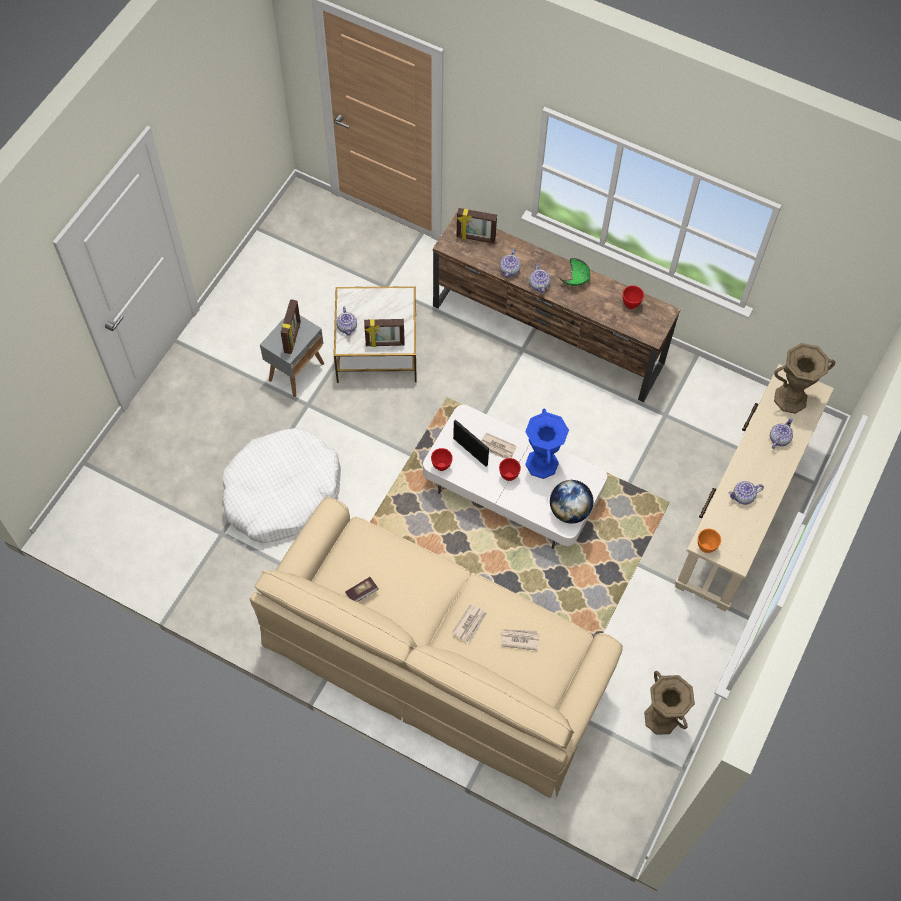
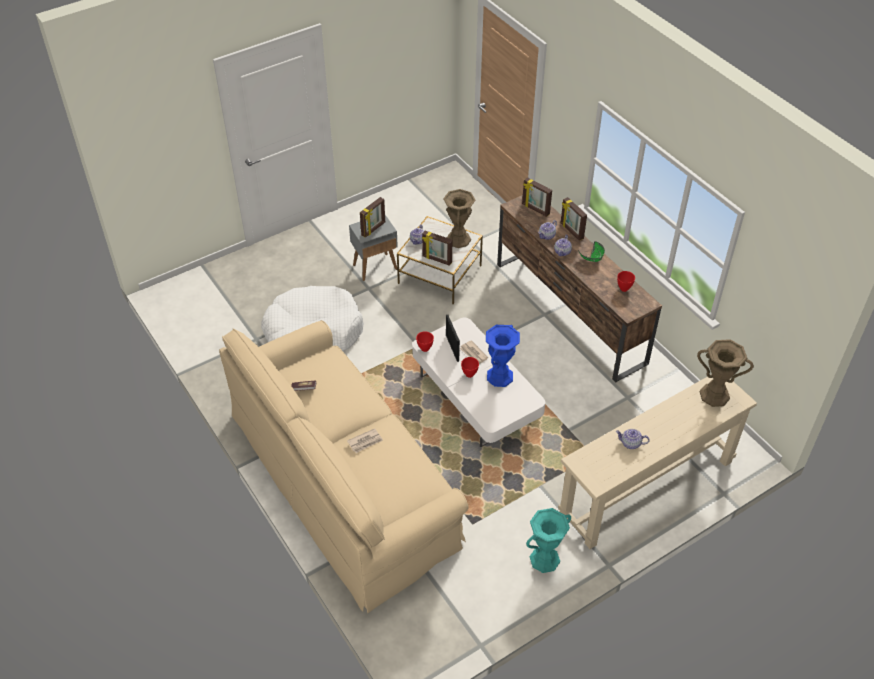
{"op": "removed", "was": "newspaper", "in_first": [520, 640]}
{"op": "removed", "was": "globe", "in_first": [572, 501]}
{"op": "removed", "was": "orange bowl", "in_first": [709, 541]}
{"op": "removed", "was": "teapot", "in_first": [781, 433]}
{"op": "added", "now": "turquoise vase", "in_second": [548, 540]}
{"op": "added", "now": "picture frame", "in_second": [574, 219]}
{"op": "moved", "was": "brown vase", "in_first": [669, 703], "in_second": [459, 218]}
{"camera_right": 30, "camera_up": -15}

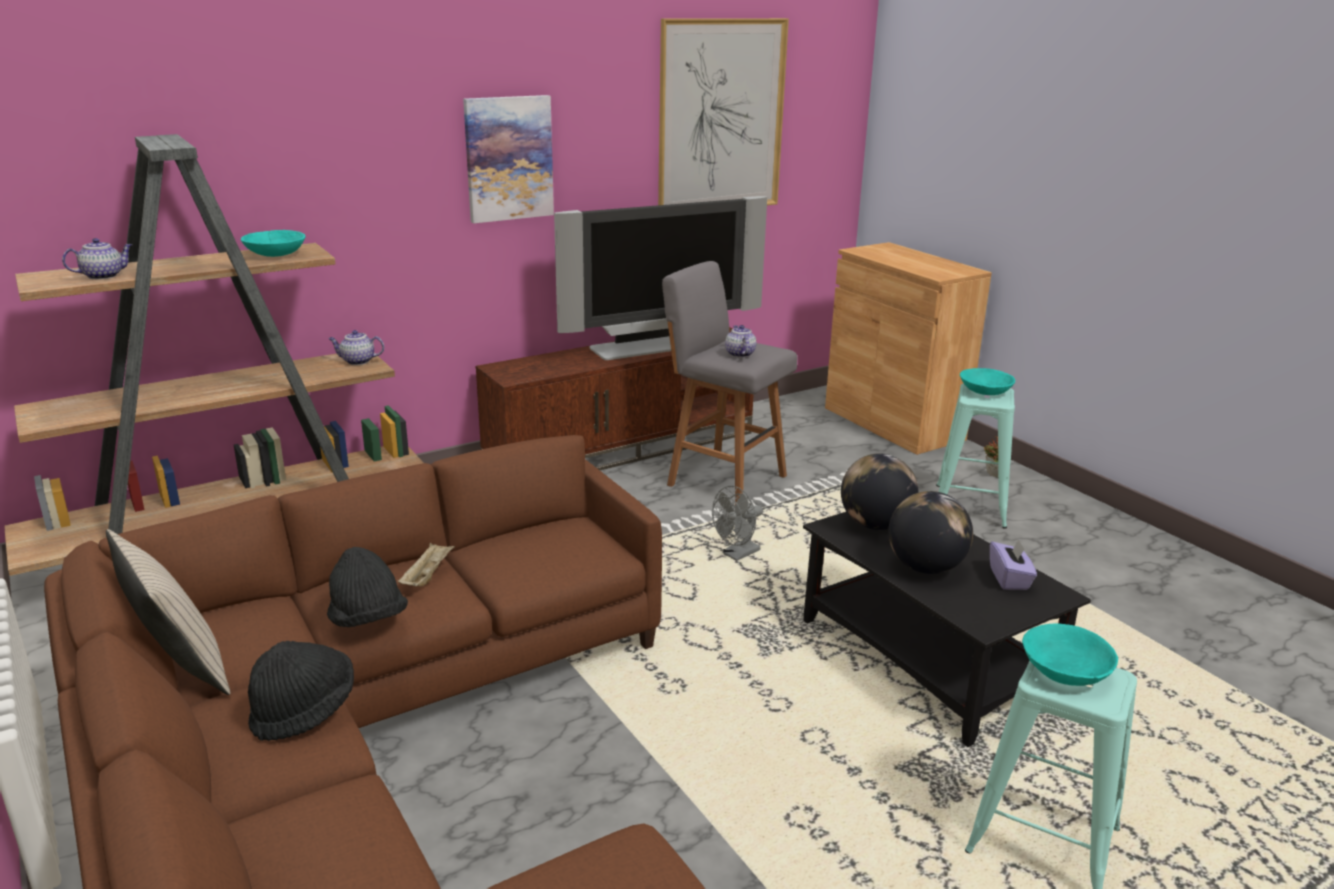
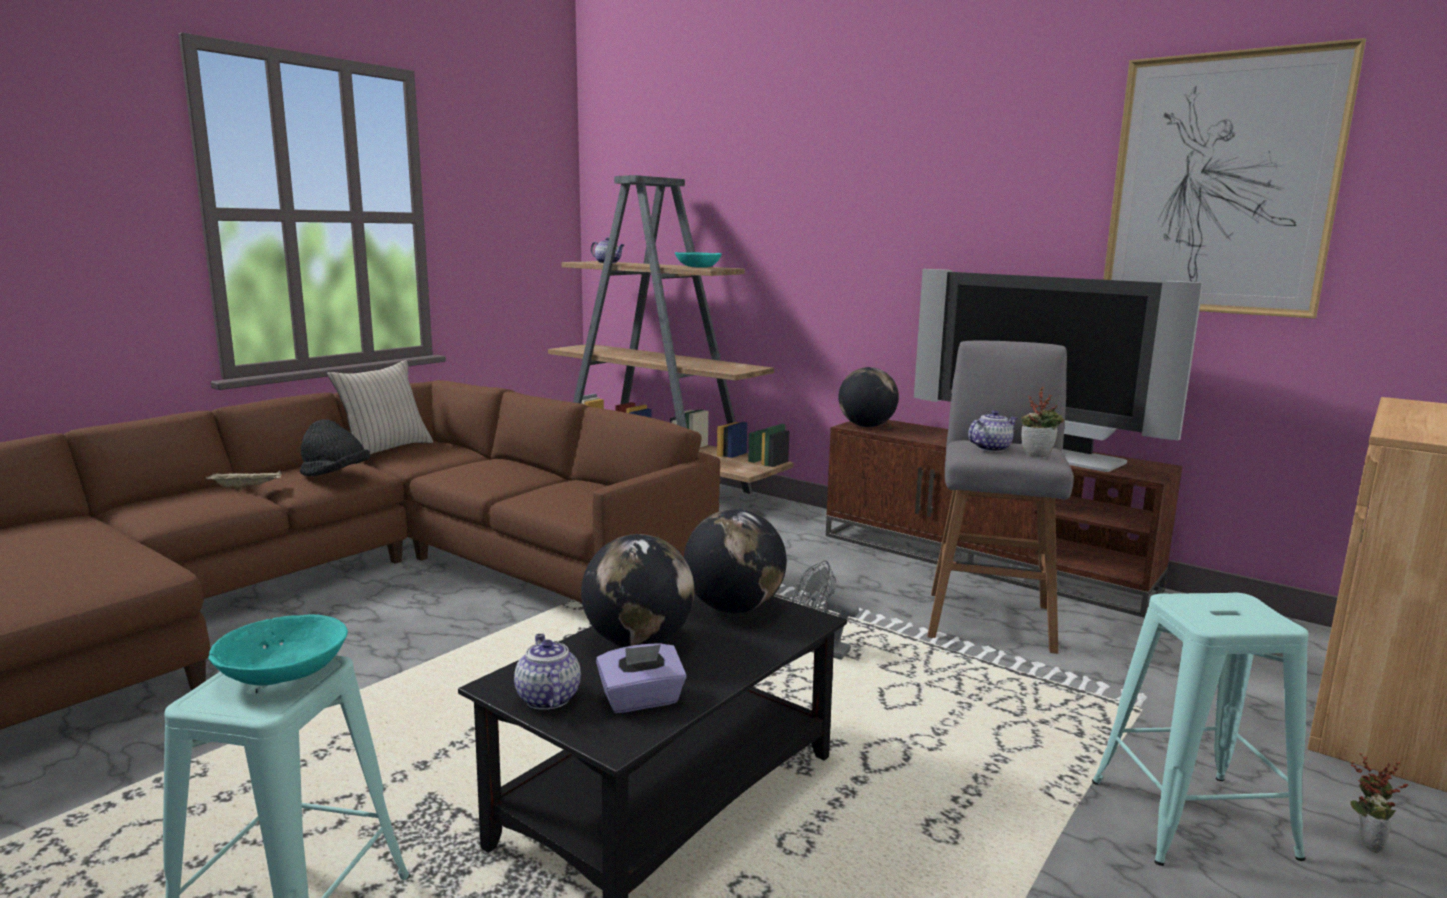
{"op": "removed", "was": "black hat", "in_first": [367, 587]}
{"op": "removed", "was": "picture", "in_first": [508, 159]}
{"op": "removed", "was": "turquoise bowl", "in_first": [987, 381]}
{"op": "added", "now": "globe", "in_second": [868, 397]}
{"op": "added", "now": "potted plant", "in_second": [1042, 422]}
{"op": "moved", "was": "teapot", "in_first": [356, 347], "in_second": [547, 672]}
{"op": "moved", "was": "beige tray", "in_first": [426, 564], "in_second": [244, 480]}
{"camera_right": 70, "camera_up": -10}

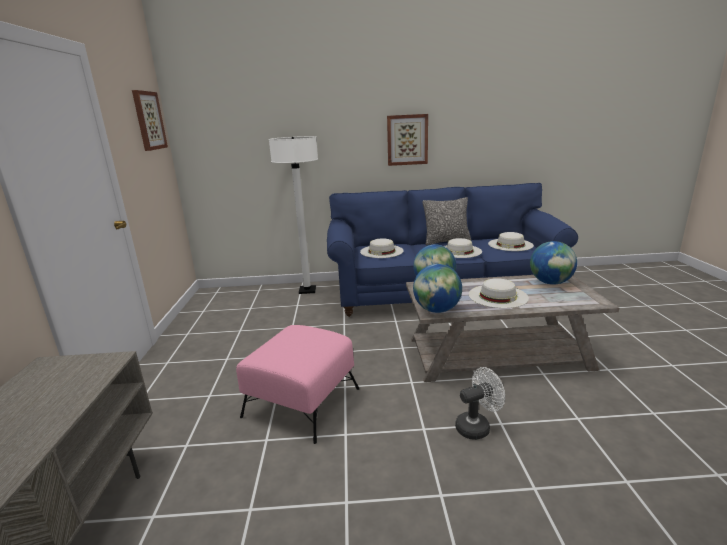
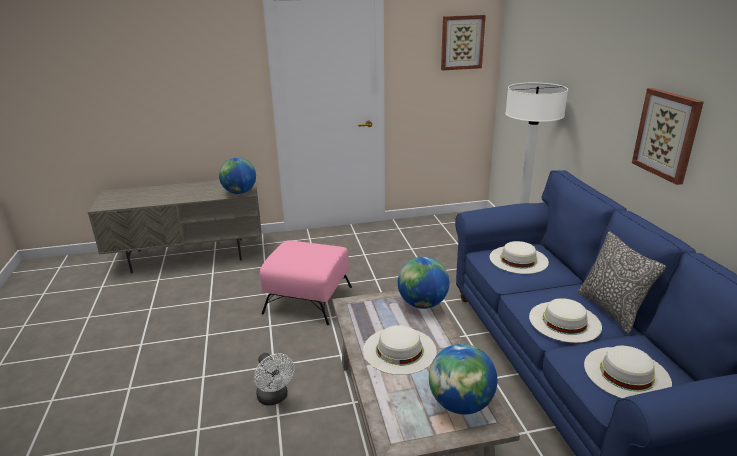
{"op": "moved", "was": "globe", "in_first": [437, 288], "in_second": [237, 176]}
{"camera_right": 80, "camera_up": 5}

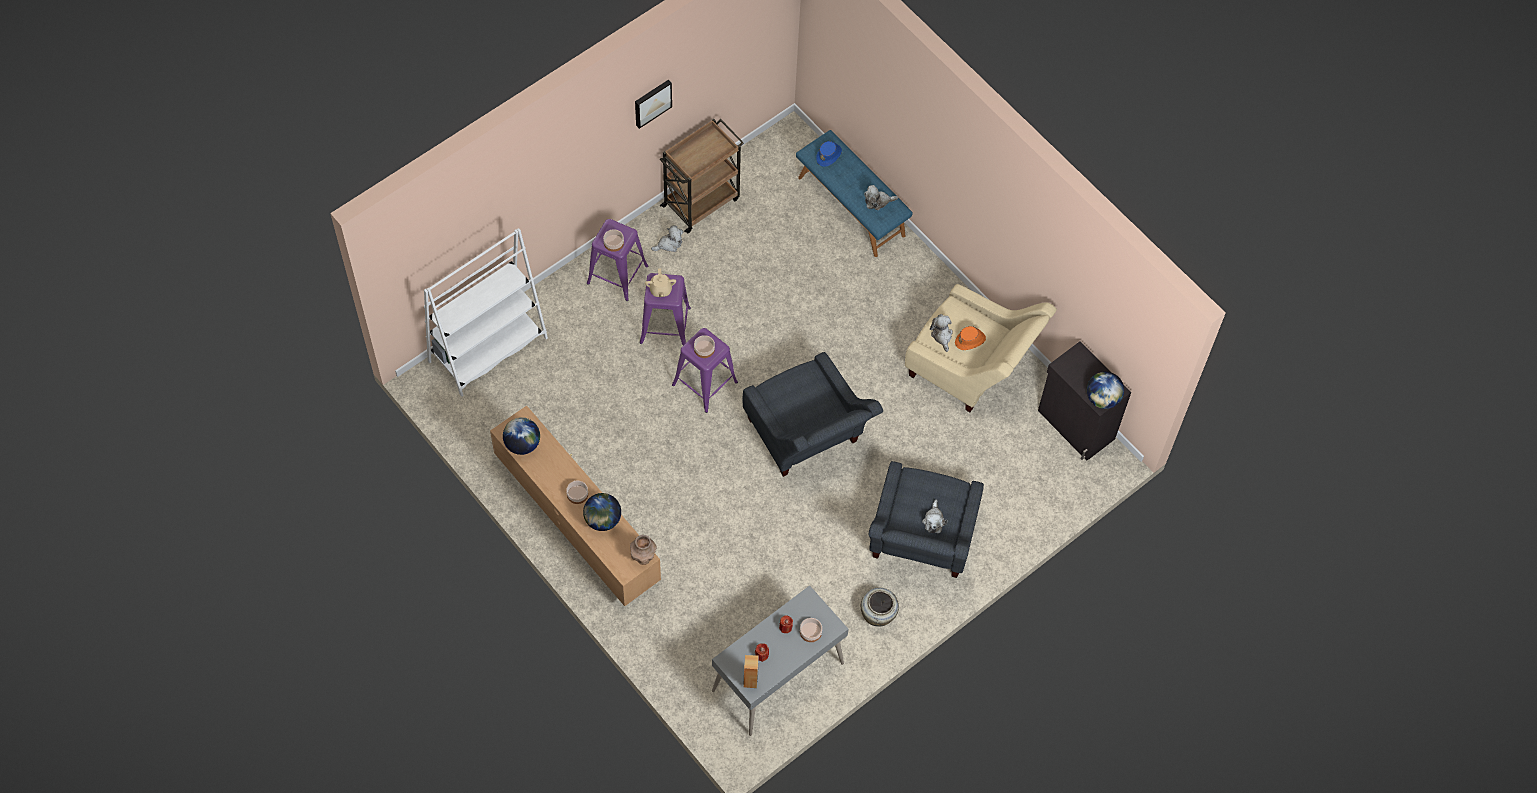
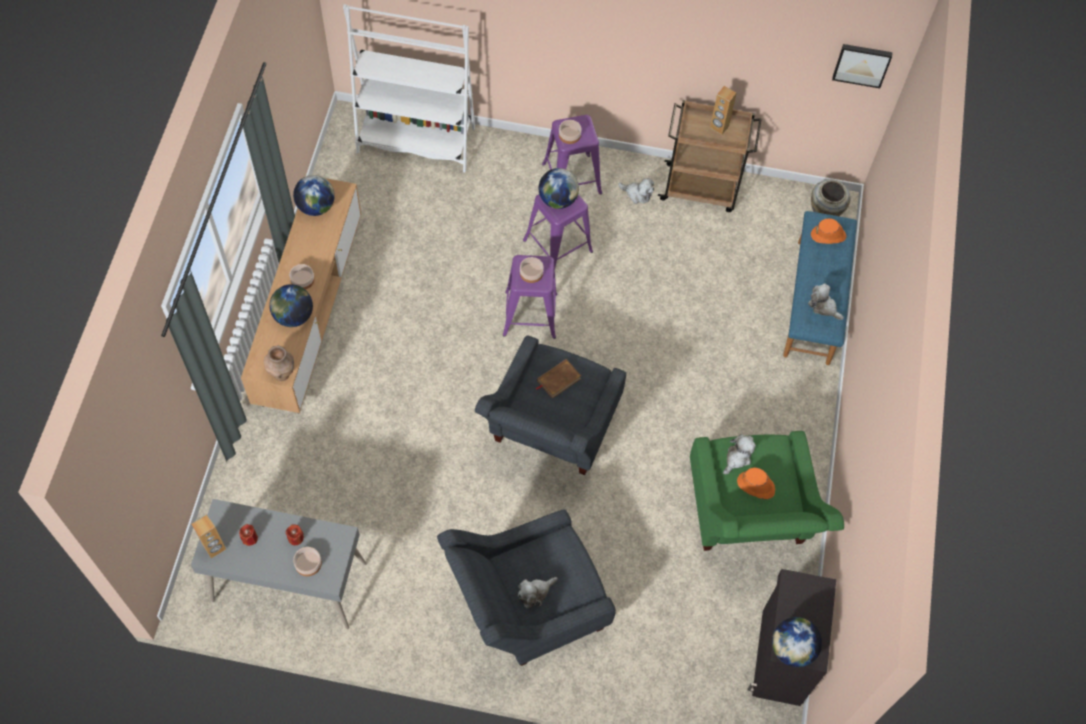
{"op": "added", "now": "brown book", "in_second": [558, 379]}
{"op": "added", "now": "brown speaker", "in_second": [723, 110]}
{"op": "moved", "was": "picture", "in_first": [653, 104], "in_second": [862, 66]}
{"op": "moved", "was": "beige vase", "in_first": [880, 607], "in_second": [831, 197]}
{"op": "replaced", "was": "beige teapot", "now": "globe", "in_first": [660, 283], "in_second": [559, 188]}
{"op": "recoloured", "was": "blue hat", "now": "orange hat", "in_first": [829, 154], "in_second": [828, 231]}
{"op": "recoloured", "was": "beige armchair", "now": "green armchair", "in_first": [981, 348], "in_second": [767, 491]}
{"camera_right": 50, "camera_up": 0}

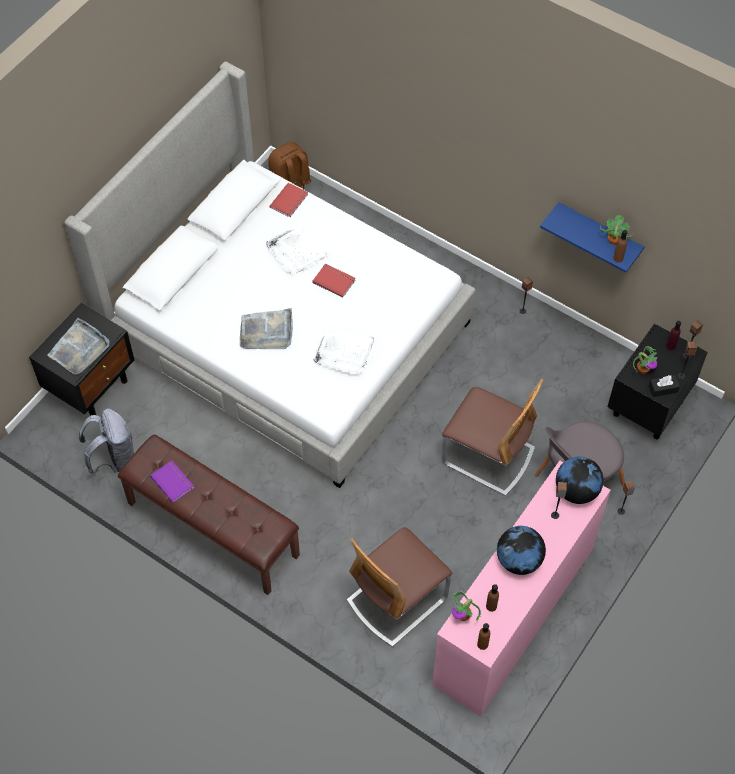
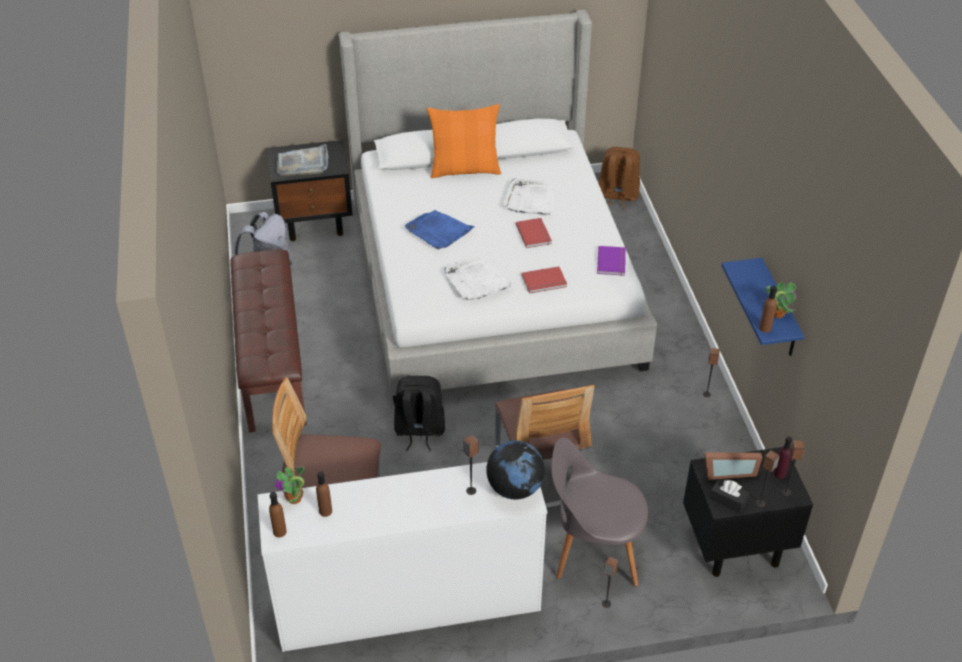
{"op": "removed", "was": "globe", "in_first": [521, 550]}
{"op": "added", "now": "black backpack", "in_second": [419, 413]}
{"op": "added", "now": "orange pillow", "in_second": [464, 141]}
{"op": "moved", "was": "purple book", "in_first": [172, 482], "in_second": [611, 261]}
{"op": "moved", "was": "red book", "in_first": [289, 200], "in_second": [544, 279]}
{"op": "replaced", "was": "potted plant", "now": "picture frame", "in_first": [645, 360], "in_second": [734, 466]}
{"op": "recoloured", "was": "grey tray", "now": "blue tray", "in_first": [266, 328], "in_second": [439, 230]}
{"op": "recoloured", "was": "pink dresser", "now": "white dresser", "in_first": [521, 589], "in_second": [402, 557]}
{"camera_right": 45, "camera_up": -15}

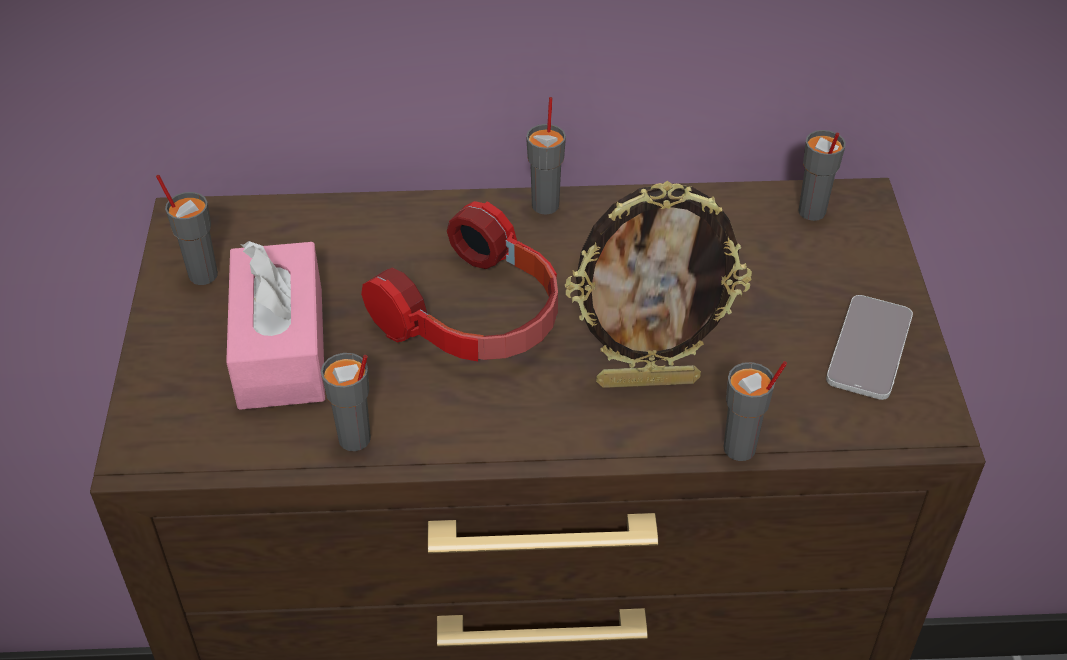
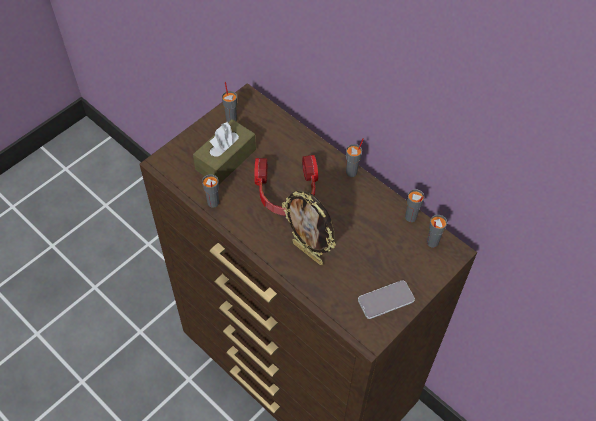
{"op": "moved", "was": "grey cup", "in_first": [755, 411], "in_second": [414, 205]}
{"op": "recoloured", "was": "pink tissue box", "now": "brown tissue box", "in_first": [275, 325], "in_second": [224, 151]}
{"camera_right": 45, "camera_up": 10}

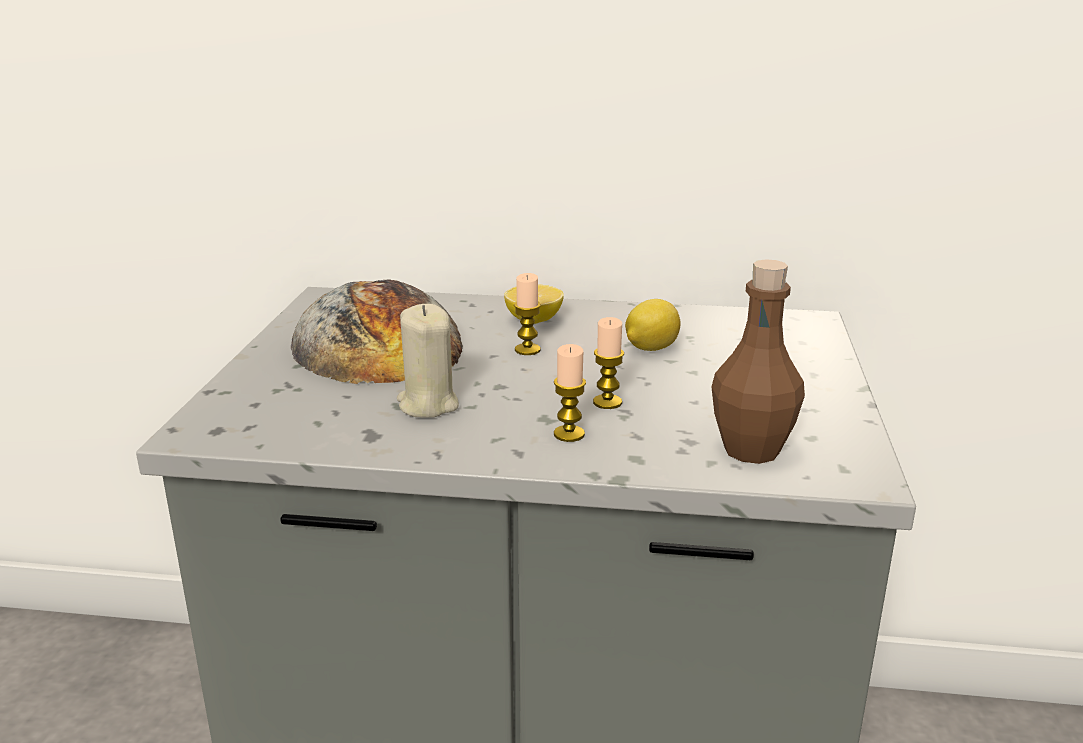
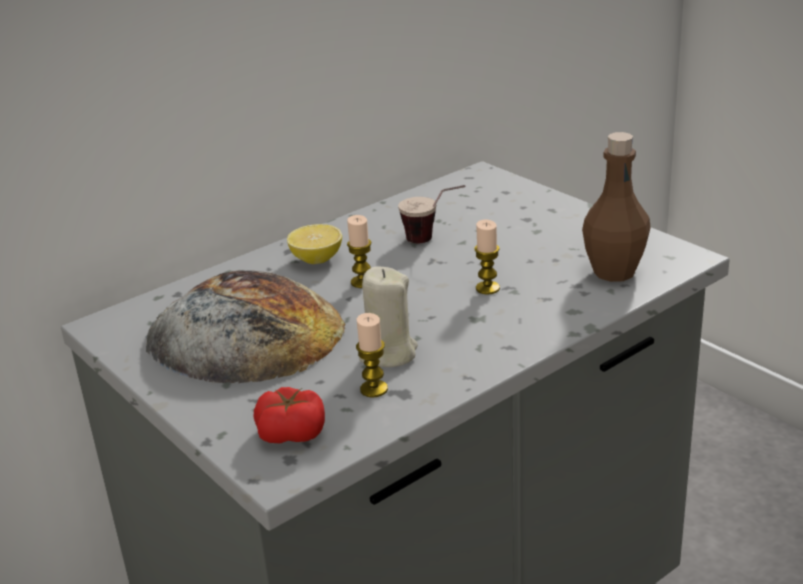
{"op": "added", "now": "tomato", "in_second": [289, 415]}
{"op": "moved", "was": "candle", "in_first": [570, 393], "in_second": [372, 355]}
{"op": "replaced", "was": "lemon", "now": "cup", "in_first": [653, 325], "in_second": [431, 214]}
{"camera_right": -45, "camera_up": 5}

